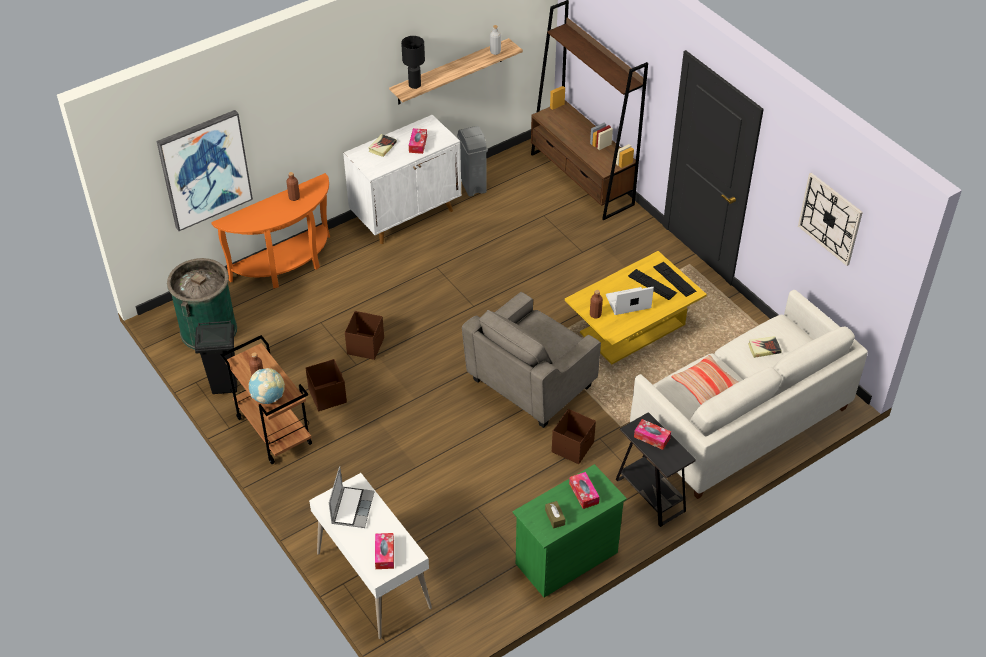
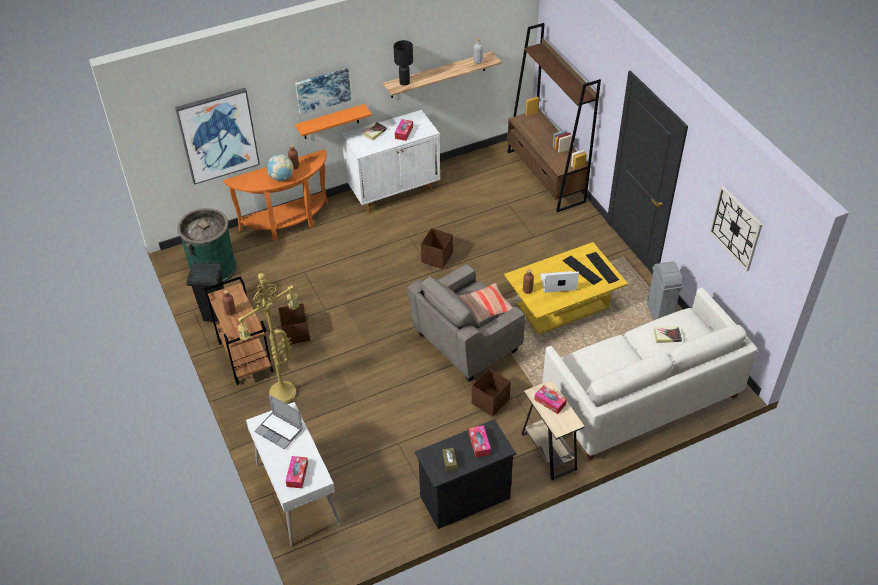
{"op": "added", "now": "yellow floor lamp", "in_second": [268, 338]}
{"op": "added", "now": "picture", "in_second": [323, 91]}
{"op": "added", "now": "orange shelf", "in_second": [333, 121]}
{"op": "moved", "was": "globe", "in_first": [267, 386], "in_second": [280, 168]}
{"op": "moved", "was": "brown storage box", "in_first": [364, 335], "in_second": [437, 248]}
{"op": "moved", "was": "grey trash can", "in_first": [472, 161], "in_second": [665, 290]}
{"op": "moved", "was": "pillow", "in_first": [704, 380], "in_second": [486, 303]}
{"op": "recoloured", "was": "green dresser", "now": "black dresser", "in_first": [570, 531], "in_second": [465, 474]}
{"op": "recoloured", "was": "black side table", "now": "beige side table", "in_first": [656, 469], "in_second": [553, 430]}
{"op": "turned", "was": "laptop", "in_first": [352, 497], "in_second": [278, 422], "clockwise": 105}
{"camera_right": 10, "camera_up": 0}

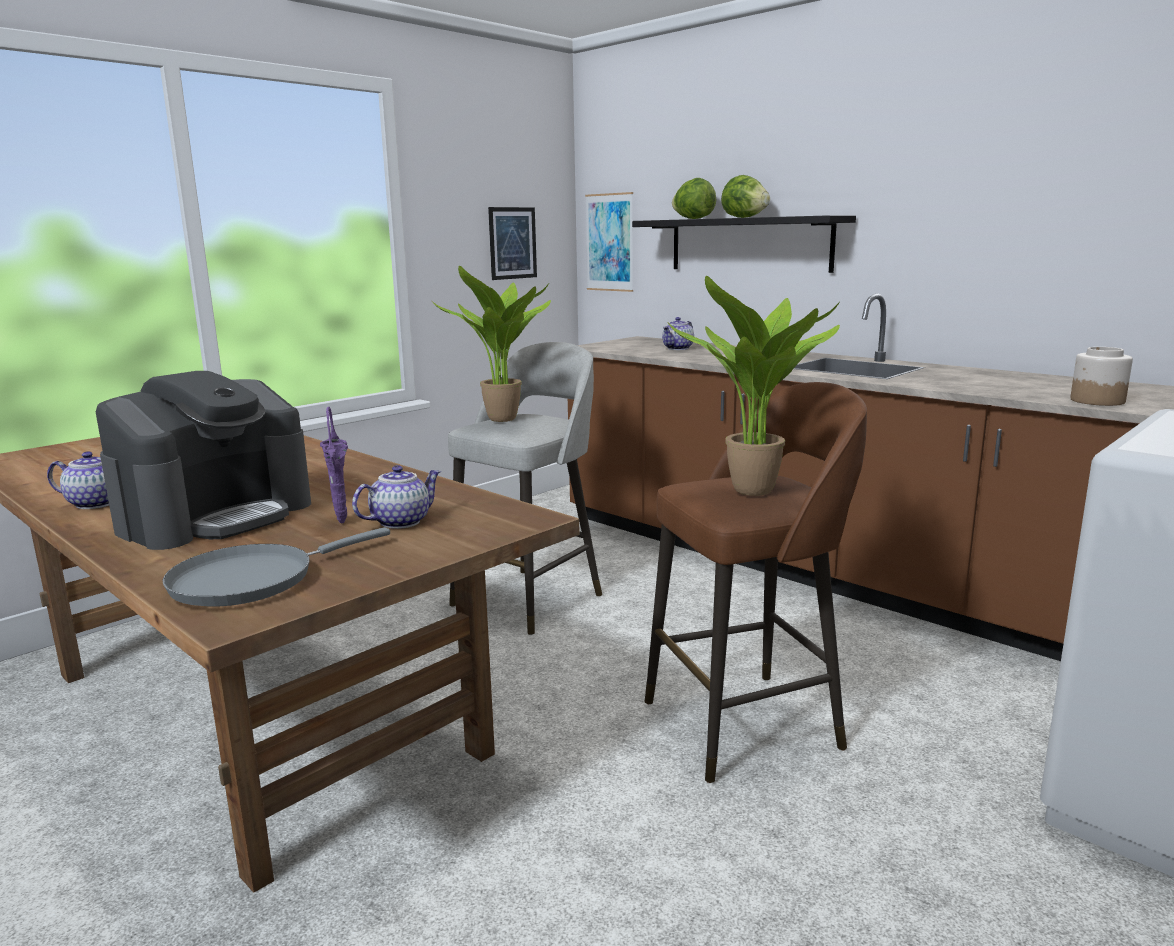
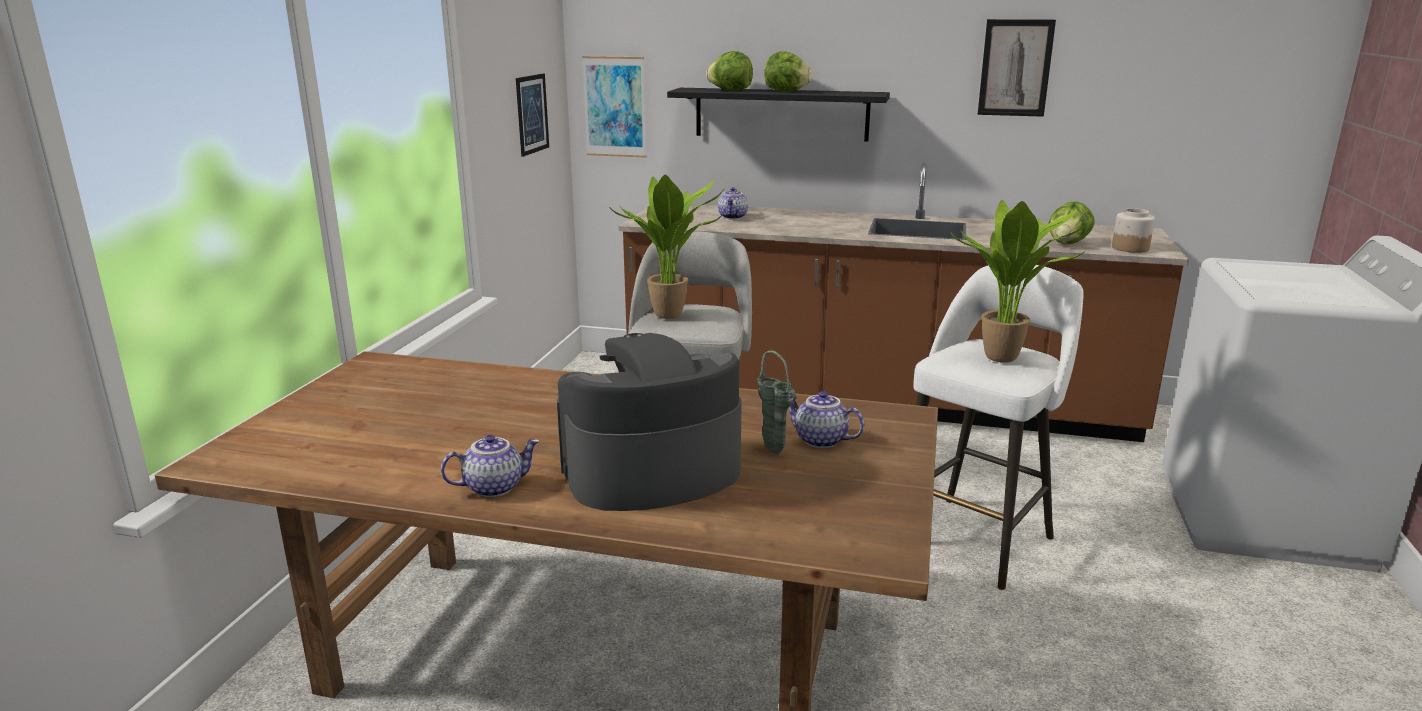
{"op": "removed", "was": "grey frying pan", "in_first": [276, 566]}
{"op": "added", "now": "picture", "in_second": [1017, 68]}
{"op": "added", "now": "lettuce", "in_second": [1071, 222]}
{"op": "recoloured", "was": "purple vase", "now": "green vase", "in_first": [334, 465], "in_second": [777, 401]}
{"op": "recoloured", "was": "brown stool", "now": "white stool", "in_first": [756, 582], "in_second": [998, 427]}
{"op": "turned", "was": "coffee machine", "in_first": [203, 460], "in_second": [649, 422], "clockwise": -120}
{"op": "turned", "was": "teapot", "in_first": [396, 497], "in_second": [826, 419], "clockwise": -75}
{"camera_right": -30, "camera_up": 5}

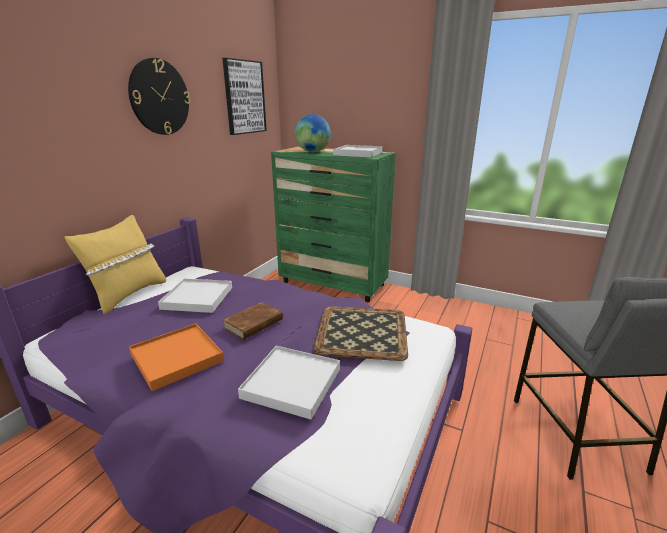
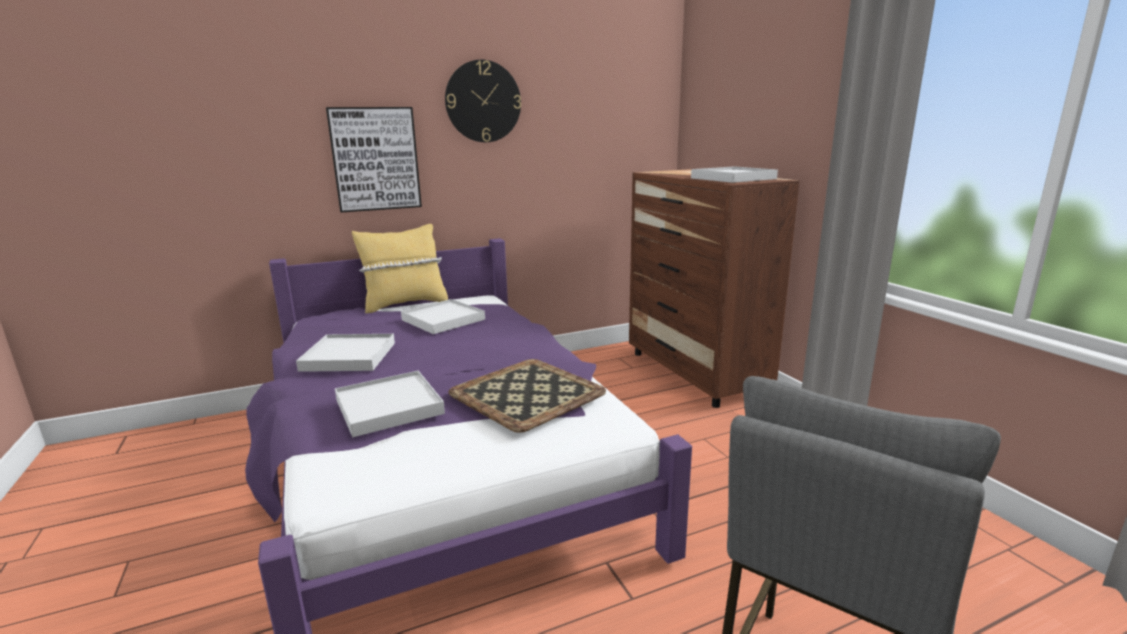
{"op": "removed", "was": "brown book", "in_first": [253, 321]}
{"op": "removed", "was": "globe", "in_first": [313, 133]}
{"op": "moved", "was": "picture", "in_first": [244, 96], "in_second": [374, 159]}
{"op": "recoloured", "was": "orange tray", "now": "white tray", "in_first": [176, 357], "in_second": [345, 353]}
{"op": "recoloured", "was": "green dresser", "now": "brown dresser", "in_first": [333, 224], "in_second": [714, 288]}
{"camera_right": 40, "camera_up": -5}

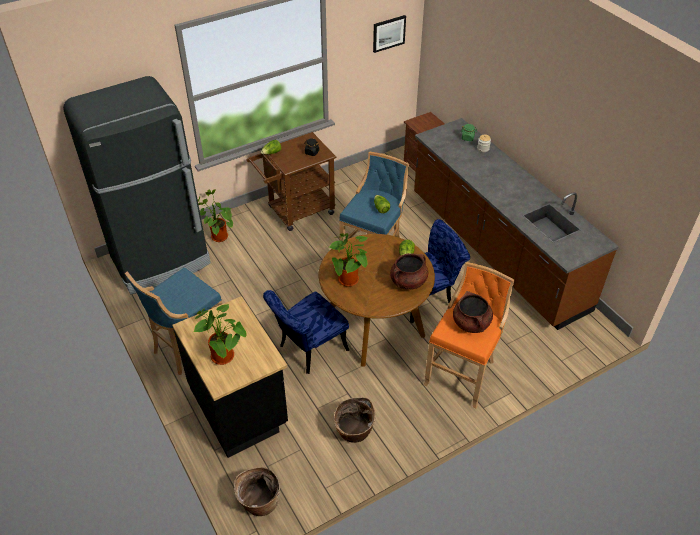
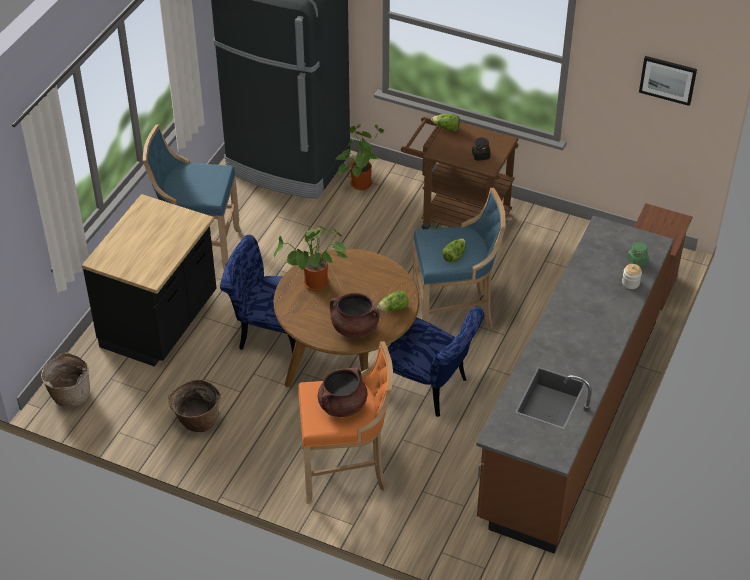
{"op": "removed", "was": "potted plant", "in_first": [220, 334]}
{"camera_right": 55, "camera_up": 0}

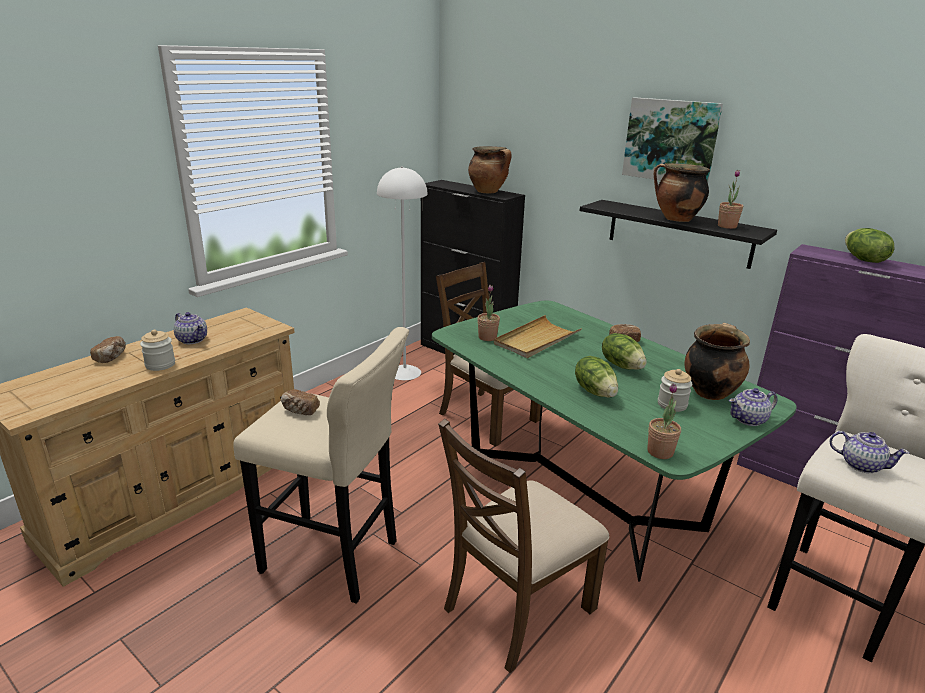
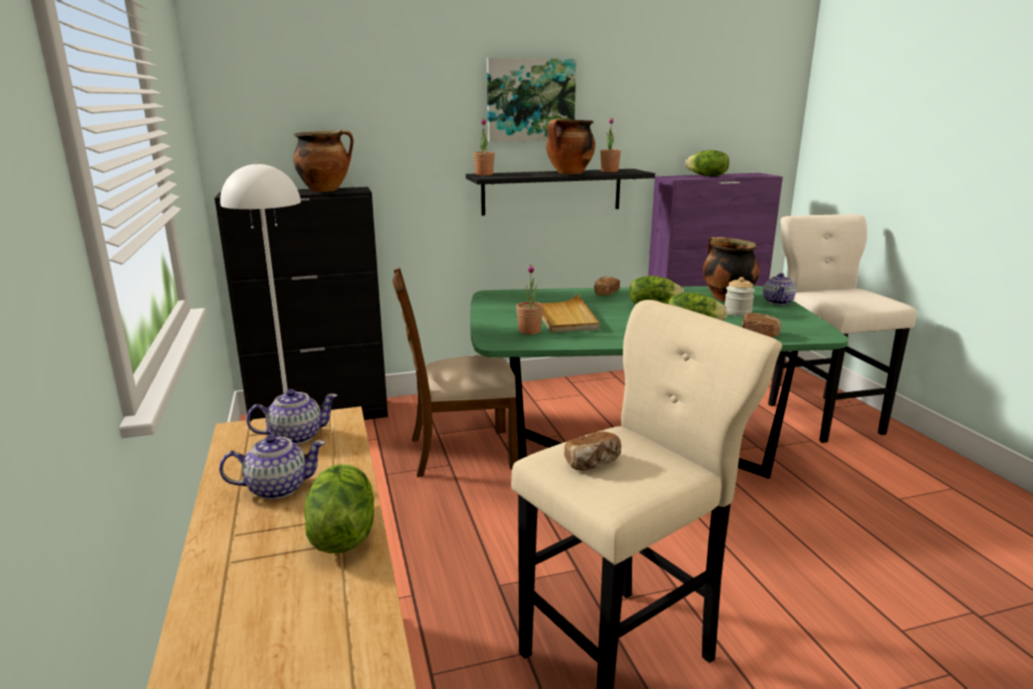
{"op": "removed", "was": "brown chair", "in_first": [523, 546]}
{"op": "moved", "was": "bread", "in_first": [108, 349], "in_second": [761, 325]}
{"op": "moved", "was": "potted plant", "in_first": [664, 421], "in_second": [484, 146]}
{"op": "moved", "was": "teapot", "in_first": [870, 452], "in_second": [292, 417]}
{"op": "replaced", "was": "jar", "now": "lettuce", "in_first": [157, 350], "in_second": [339, 508]}
{"camera_right": -55, "camera_up": -5}

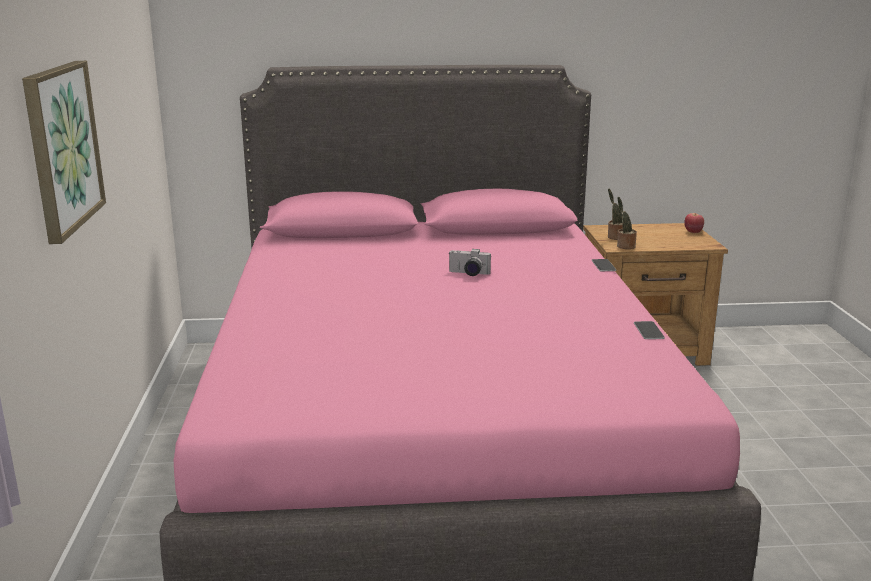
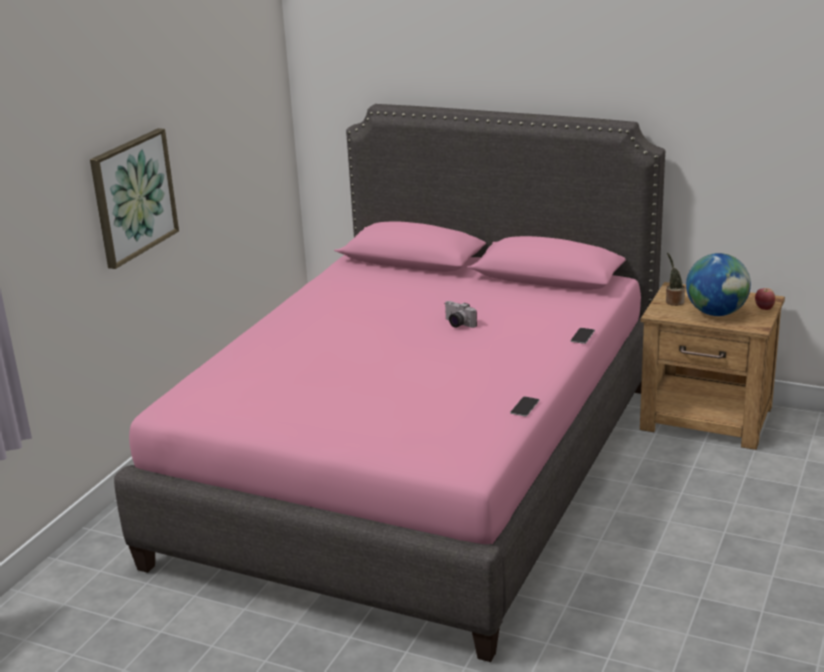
{"op": "removed", "was": "potted plant", "in_first": [627, 223]}
{"op": "added", "now": "globe", "in_second": [718, 284]}
{"camera_right": 30, "camera_up": 5}

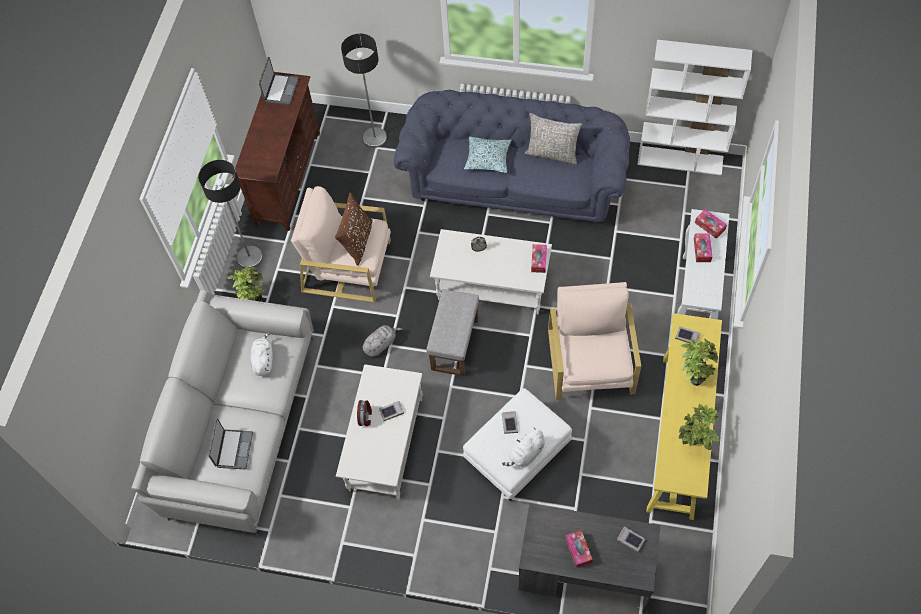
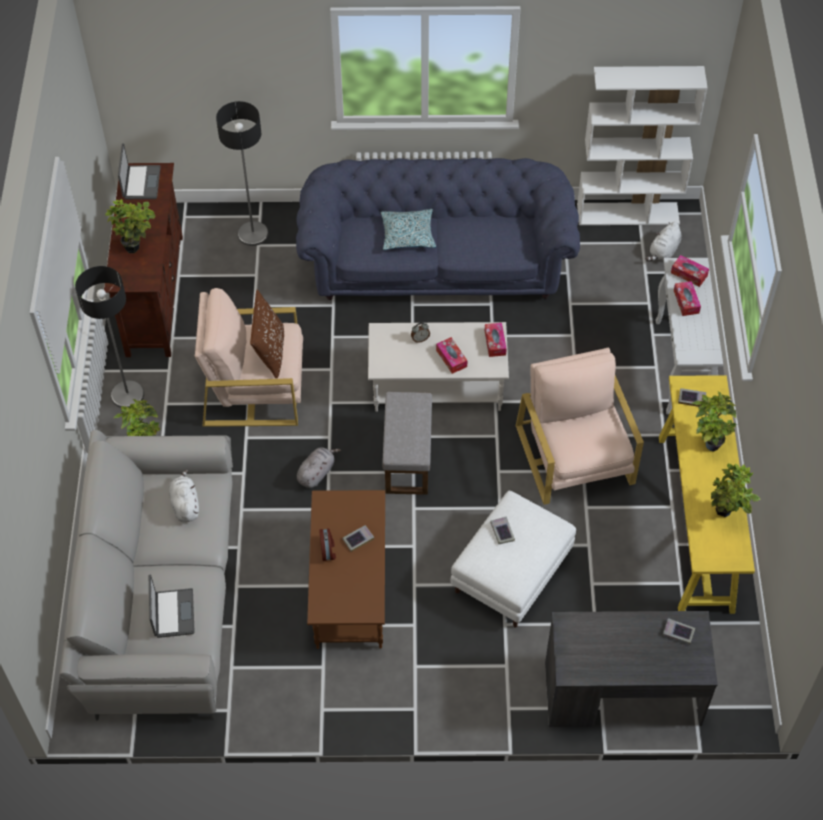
{"op": "removed", "was": "grey pillow", "in_first": [553, 138]}
{"op": "added", "now": "potted plant", "in_second": [130, 226]}
{"op": "moved", "was": "white plush toy", "in_first": [523, 447], "in_second": [663, 241]}
{"op": "moved", "was": "tissue box", "in_first": [579, 549], "in_second": [452, 355]}
{"op": "recoloured", "was": "white coffee table", "now": "brown coffee table", "in_first": [379, 432], "in_second": [346, 569]}
{"camera_right": -15, "camera_up": -5}

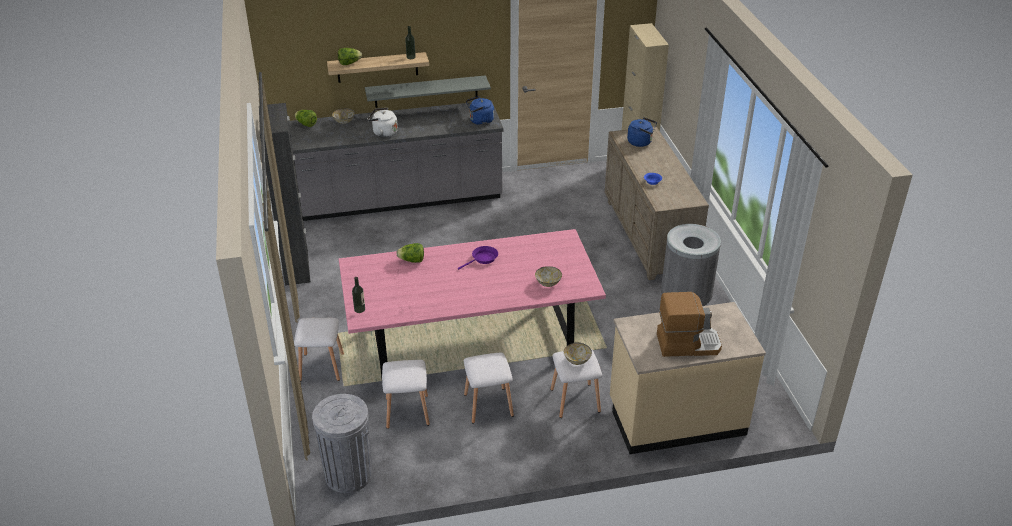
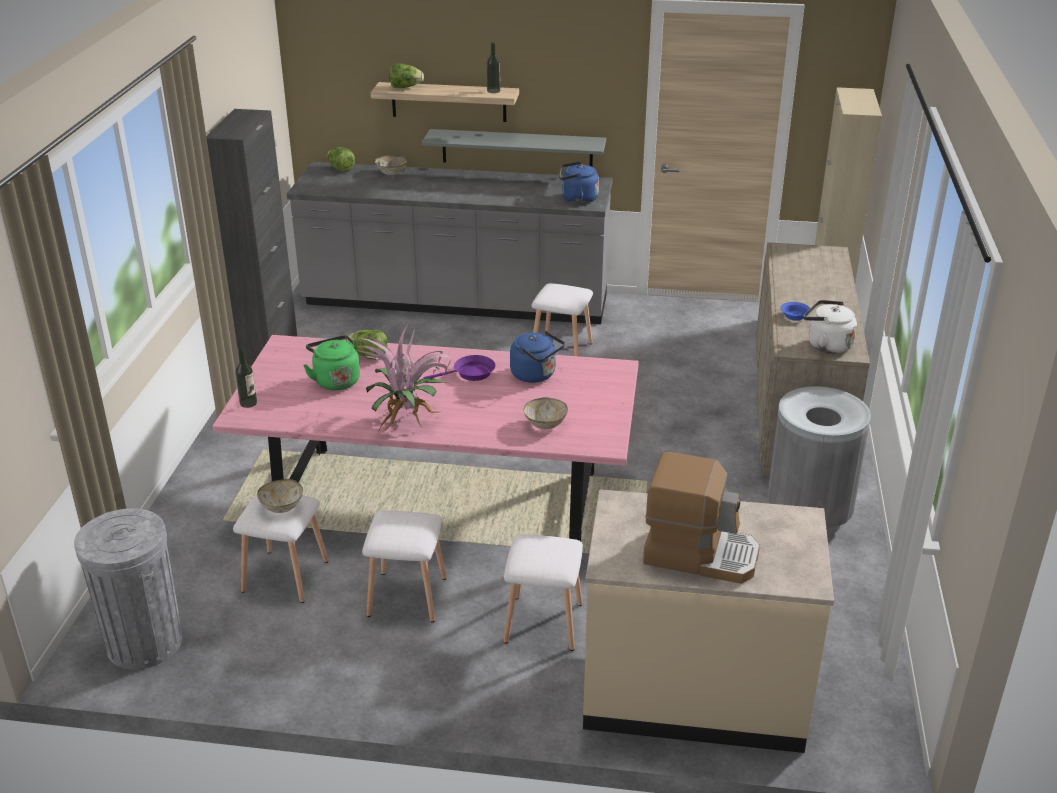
{"op": "added", "now": "green kettle", "in_second": [331, 362]}
{"op": "added", "now": "potted plant", "in_second": [403, 378]}
{"op": "moved", "was": "white stool", "in_first": [319, 350], "in_second": [562, 319]}
{"op": "moved", "was": "white kettle", "in_first": [382, 122], "in_second": [830, 327]}
{"op": "moved", "was": "bowl", "in_first": [578, 353], "in_second": [280, 496]}
{"op": "moved", "was": "blue kettle", "in_first": [642, 132], "in_second": [537, 357]}
{"camera_right": 20, "camera_up": -5}

